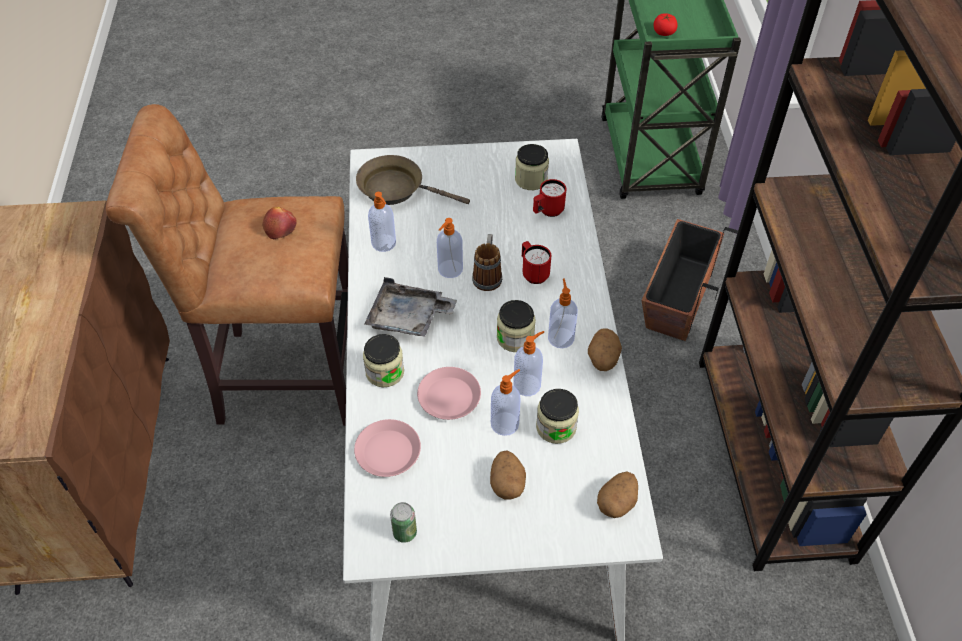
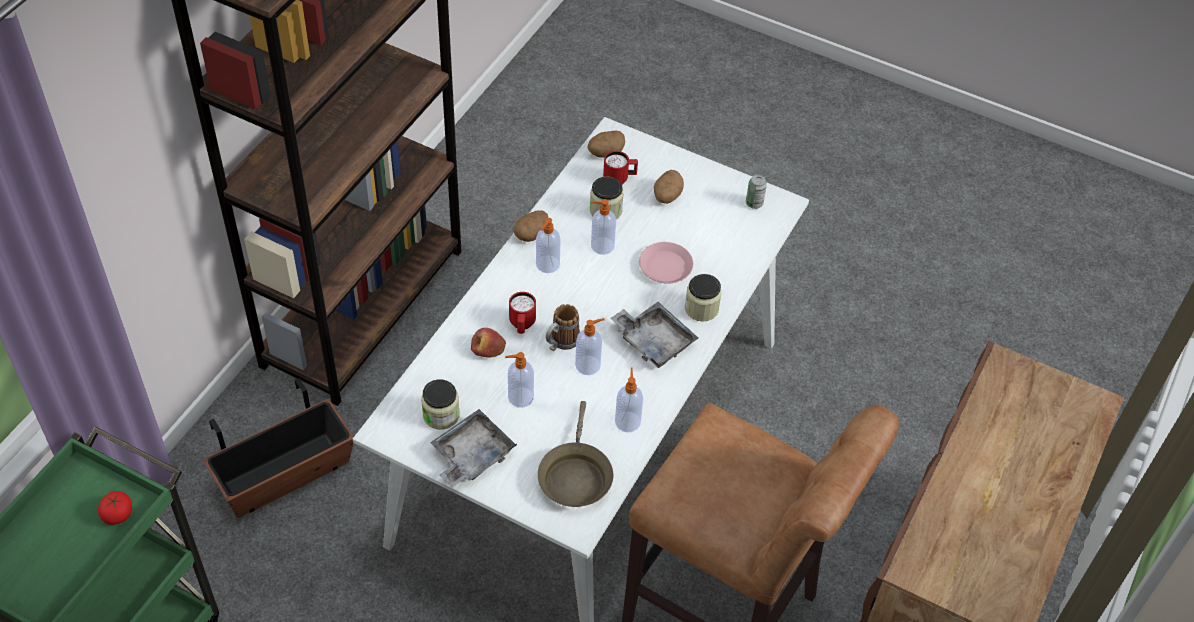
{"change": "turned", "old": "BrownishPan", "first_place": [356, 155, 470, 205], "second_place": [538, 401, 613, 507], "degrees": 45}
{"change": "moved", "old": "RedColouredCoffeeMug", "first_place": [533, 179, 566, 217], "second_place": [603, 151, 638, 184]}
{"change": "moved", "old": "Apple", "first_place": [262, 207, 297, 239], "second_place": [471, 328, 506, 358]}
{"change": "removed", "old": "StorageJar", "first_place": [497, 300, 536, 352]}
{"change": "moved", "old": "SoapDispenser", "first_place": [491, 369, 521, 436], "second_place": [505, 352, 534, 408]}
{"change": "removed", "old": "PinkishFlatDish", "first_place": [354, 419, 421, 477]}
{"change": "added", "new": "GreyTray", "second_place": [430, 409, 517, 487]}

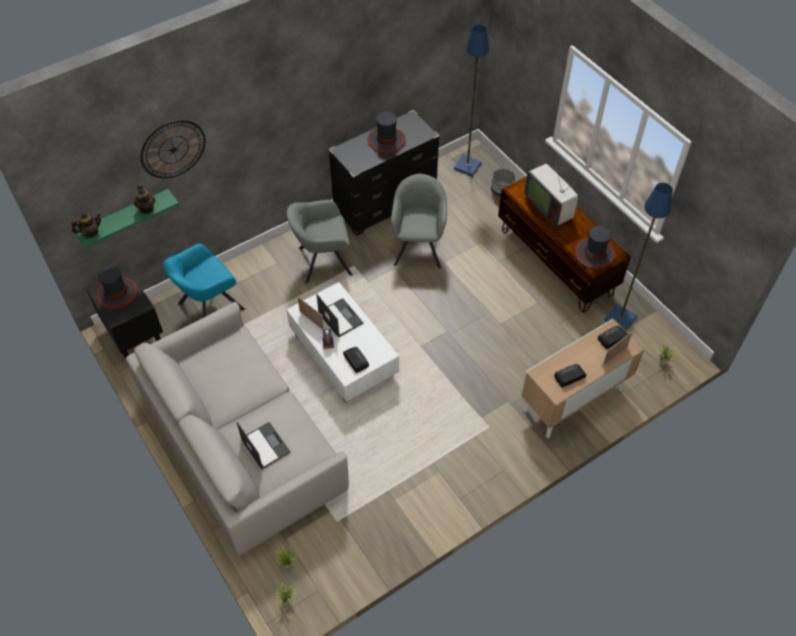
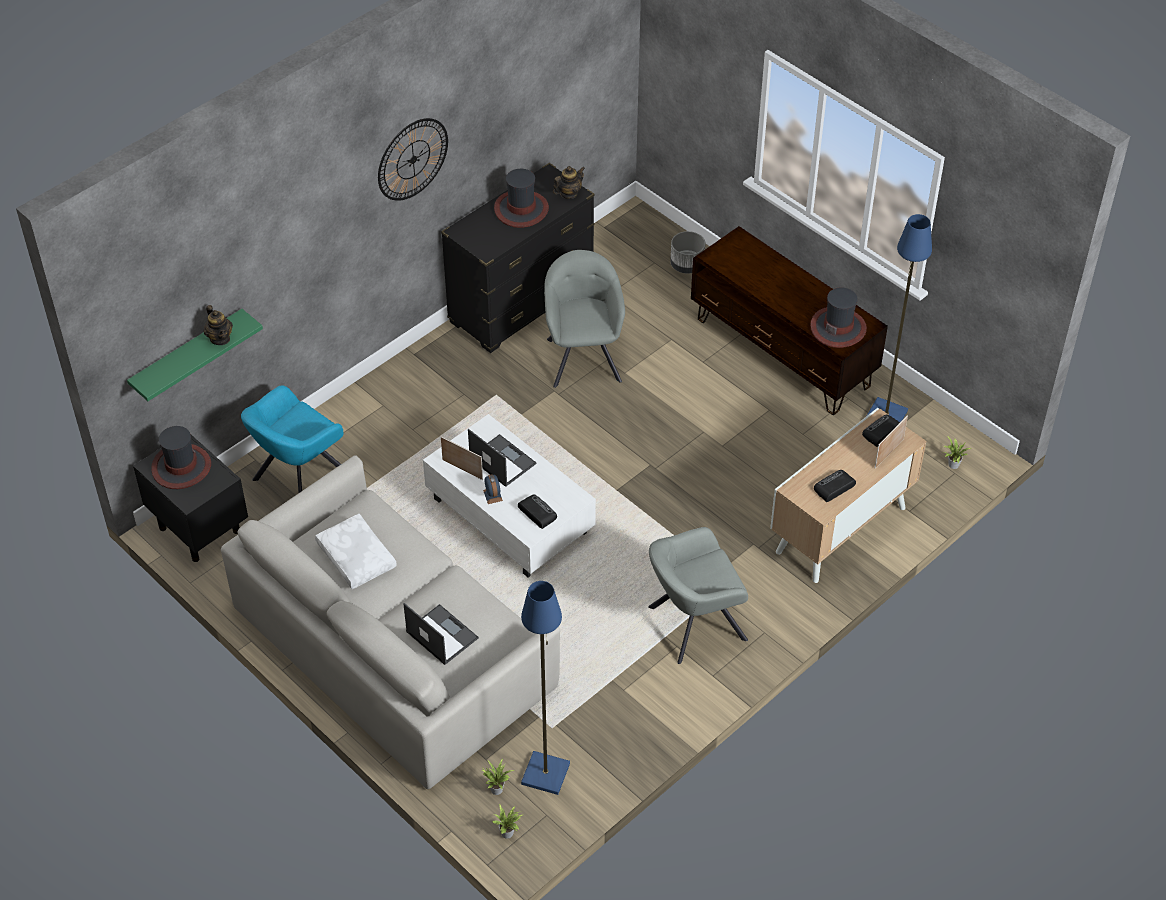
{"change": "moved", "old": "BluishStandingLamp", "first_place": [454, 24, 489, 176], "second_place": [521, 581, 570, 795]}
{"change": "moved", "old": "HangingClock", "first_place": [141, 120, 205, 178], "second_place": [378, 118, 448, 201]}
{"change": "removed", "old": "Television", "first_place": [524, 163, 578, 226]}
{"change": "moved", "old": "GreyEasyChair", "first_place": [287, 200, 353, 284], "second_place": [648, 527, 748, 664]}
{"change": "moved", "old": "Teapot", "first_place": [71, 213, 101, 238], "second_place": [553, 166, 585, 199]}
{"change": "added", "new": "WhiteCushion", "second_place": [315, 514, 397, 589]}

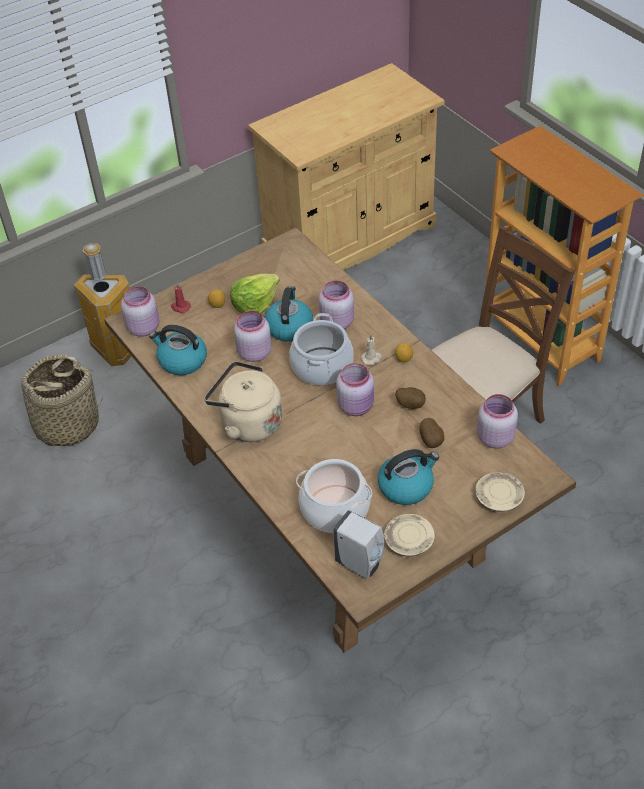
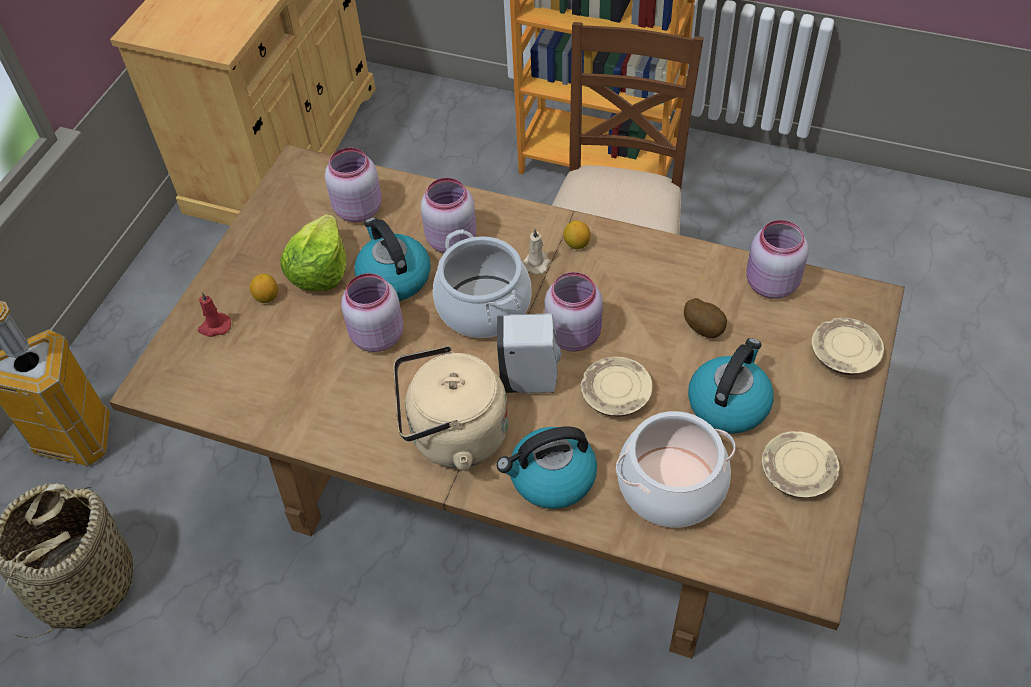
{"change": "moved", "old": "PinkishStorageJar", "first_place": [121, 286, 159, 337], "second_place": [325, 147, 382, 222]}
{"change": "moved", "old": "Kettle", "first_place": [149, 325, 207, 375], "second_place": [497, 426, 597, 509]}
{"change": "removed", "old": "Potato", "first_place": [396, 387, 426, 409]}
{"change": "moved", "old": "WhiteSoapDispenser", "first_place": [333, 510, 384, 579], "second_place": [497, 313, 562, 393]}
{"change": "added", "new": "SandColouredFlatDish", "second_place": [581, 357, 653, 417]}

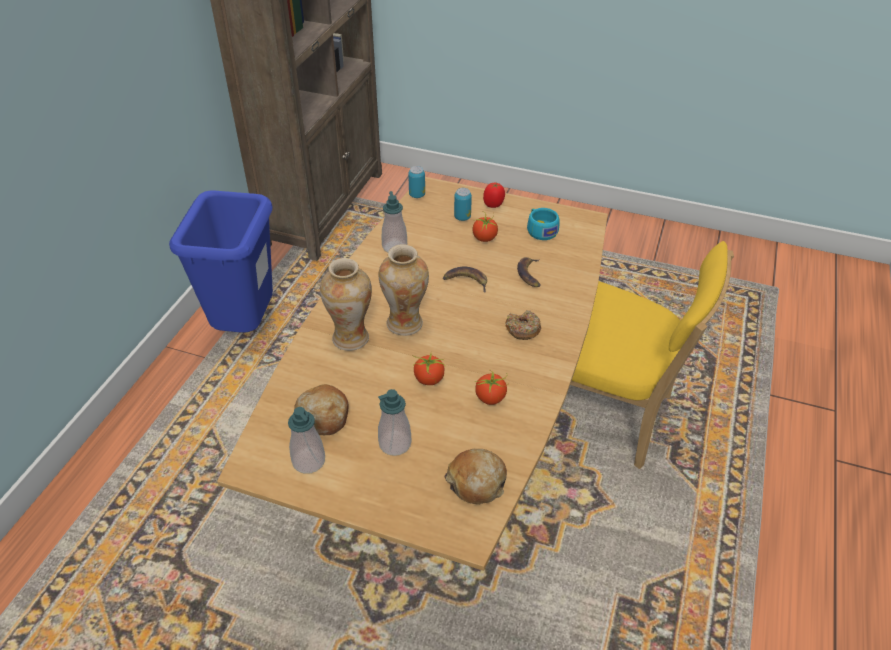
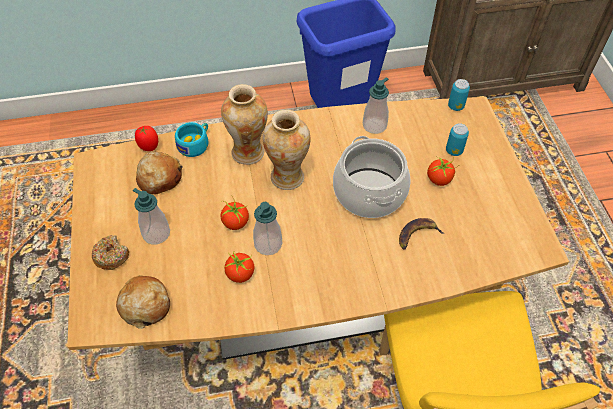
{"change": "moved", "old": "FreshTomato", "first_place": [483, 183, 505, 208], "second_place": [135, 126, 158, 151]}
{"change": "moved", "old": "BlueGreenSmallCup", "first_place": [527, 208, 559, 240], "second_place": [175, 122, 209, 157]}
{"change": "replaced", "old": "WholeBanana", "new": "Saucepot", "first_place": [443, 267, 487, 293], "second_place": [333, 136, 410, 218]}
{"change": "moved", "old": "Donut", "first_place": [505, 310, 541, 340], "second_place": [92, 235, 129, 270]}
{"change": "moved", "old": "SoapDispenser", "first_place": [288, 407, 325, 474], "second_place": [253, 202, 282, 255]}

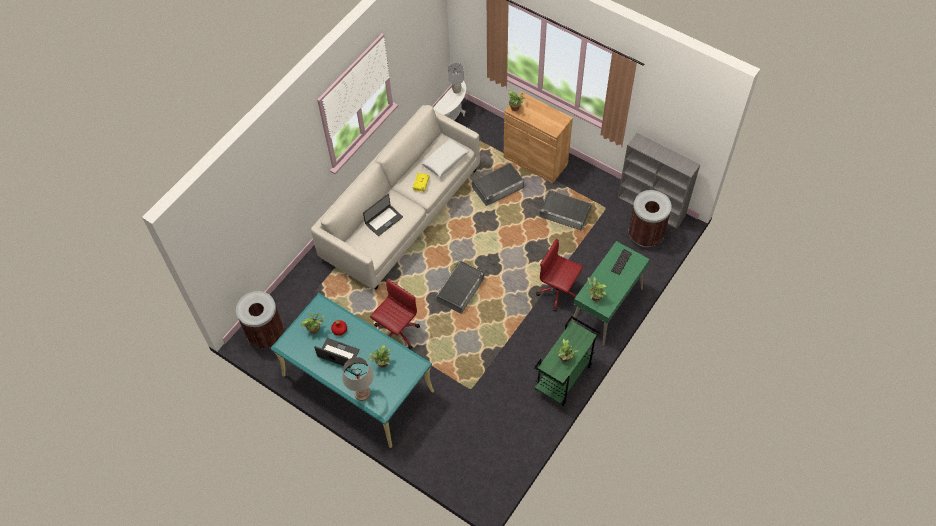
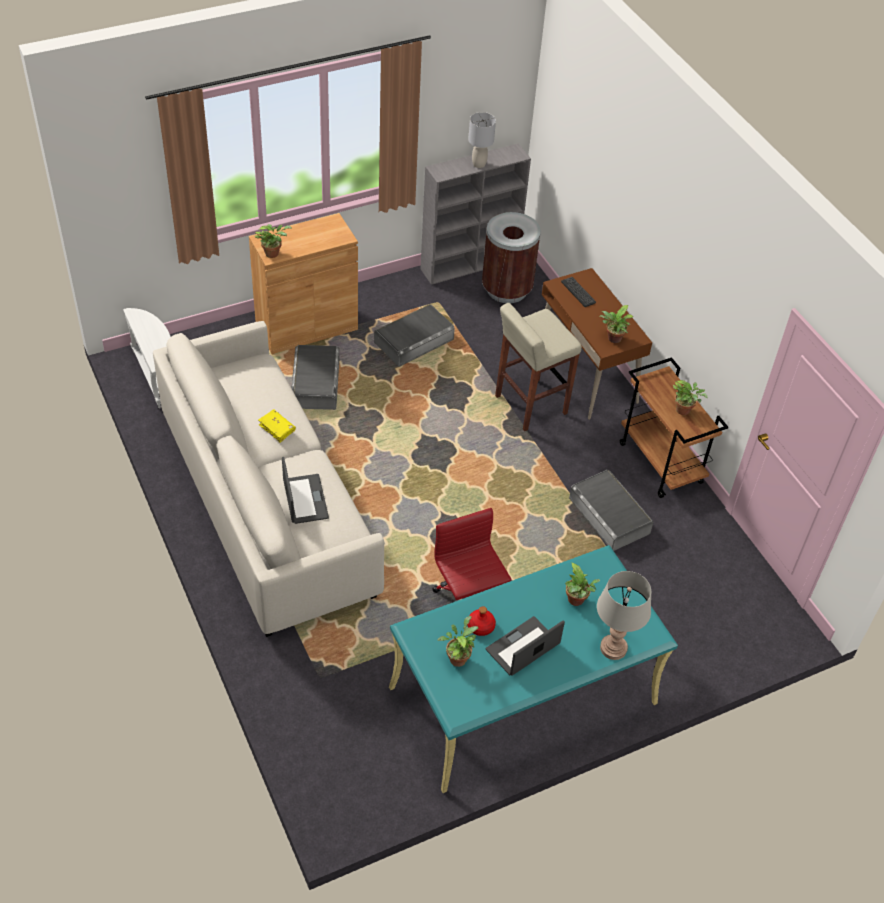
{"change": "moved", "old": "GreyLampForATable", "first_place": [448, 62, 464, 94], "second_place": [468, 112, 496, 168]}
{"change": "removed", "old": "WhiteCushion", "first_place": [421, 139, 469, 177]}
{"change": "replaced", "old": "RedColouredOfficeChair", "new": "SandColouredStoolSeat", "first_place": [536, 238, 583, 312], "second_place": [495, 303, 582, 431]}
{"change": "recoloured", "old": "GreenColouredDeskTable", "new": "BrownishDeskTable", "first_place": [572, 241, 650, 346], "second_place": [542, 268, 652, 420]}
{"change": "moved", "old": "GreyStorageContainer", "first_place": [436, 261, 484, 313], "second_place": [569, 470, 653, 551]}
{"change": "removed", "old": "BrownishWasteBin", "first_place": [236, 291, 284, 348]}
{"change": "recoloured", "old": "GreenColouredTrolley", "new": "BrownishTrolley", "first_place": [534, 316, 600, 406], "second_place": [620, 357, 728, 498]}

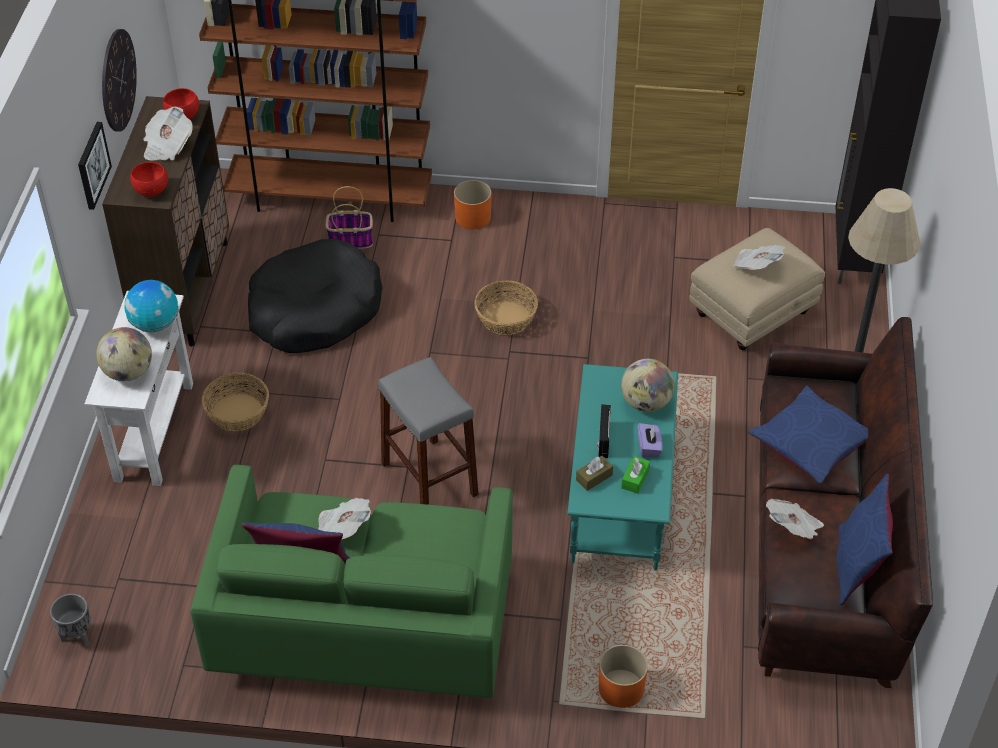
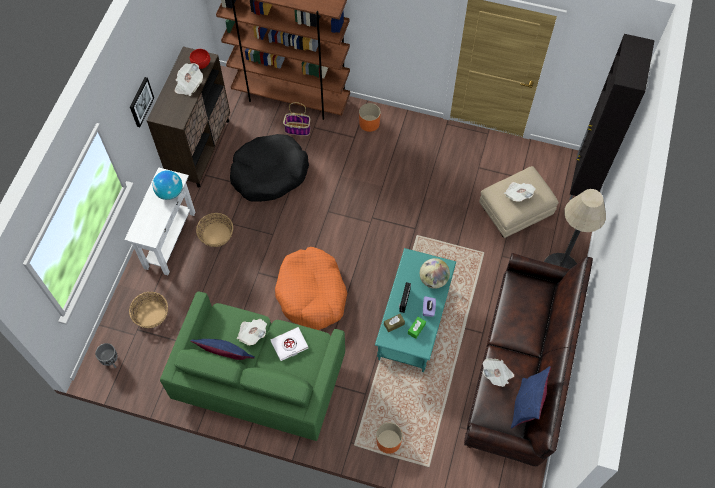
{"change": "removed", "old": "HangingClock", "first_place": [102, 29, 137, 132]}
{"change": "removed", "old": "RedColouredServingBowl", "first_place": [130, 162, 168, 197]}
{"change": "moved", "old": "HouseholdBasket", "first_place": [474, 280, 538, 335], "second_place": [129, 292, 168, 328]}
{"change": "removed", "old": "Globe", "first_place": [96, 327, 152, 381]}
{"change": "replaced", "old": "GreyStoolSeat", "new": "OrangeyPetBed", "first_place": [378, 357, 479, 505], "second_place": [275, 247, 347, 330]}
{"change": "removed", "old": "BluishCushion", "first_place": [748, 385, 868, 484]}
{"change": "added", "new": "WhiteVolume", "second_place": [271, 327, 308, 361]}

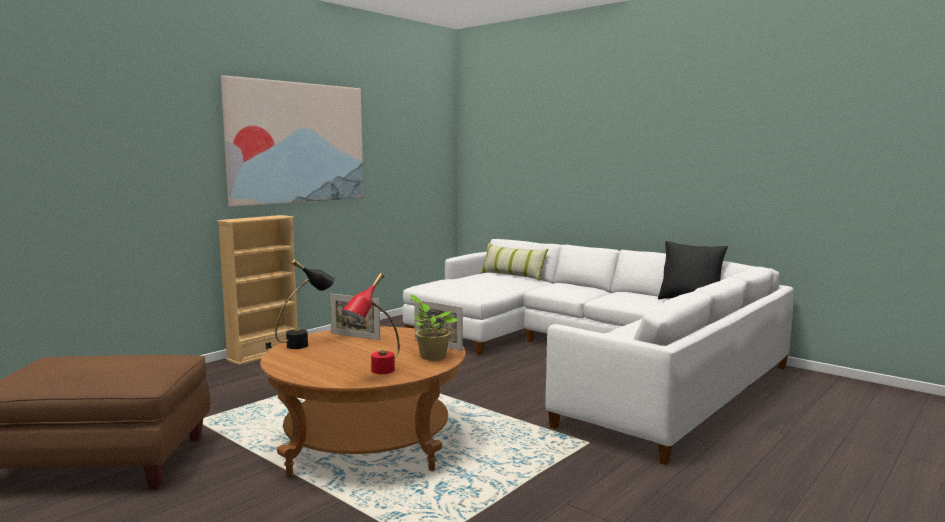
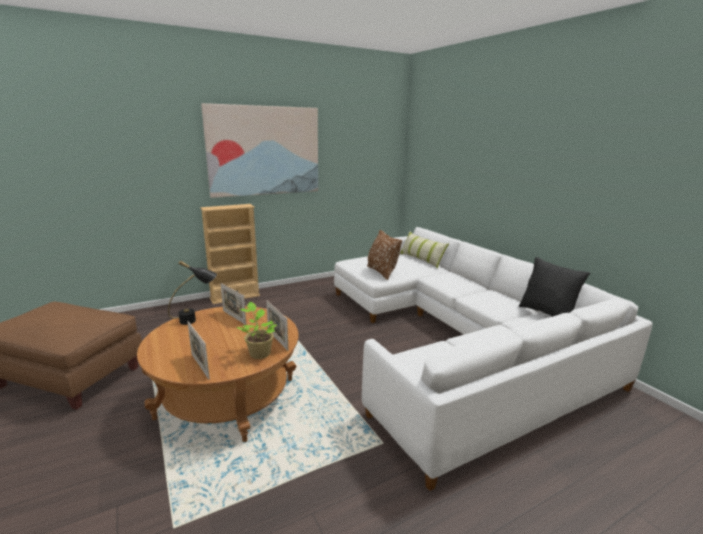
{"change": "replaced", "old": "RedColouredLampForATable", "new": "StandingFrame", "first_place": [342, 273, 400, 374], "second_place": [188, 321, 210, 379]}
{"change": "added", "new": "BrownishCushion", "second_place": [367, 230, 402, 280]}

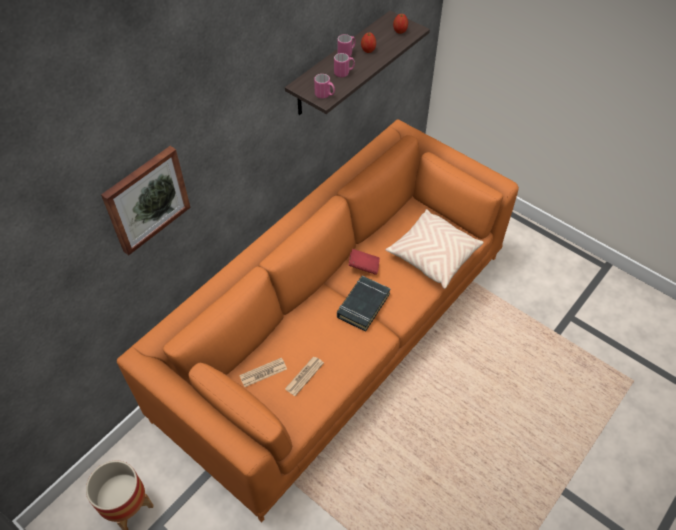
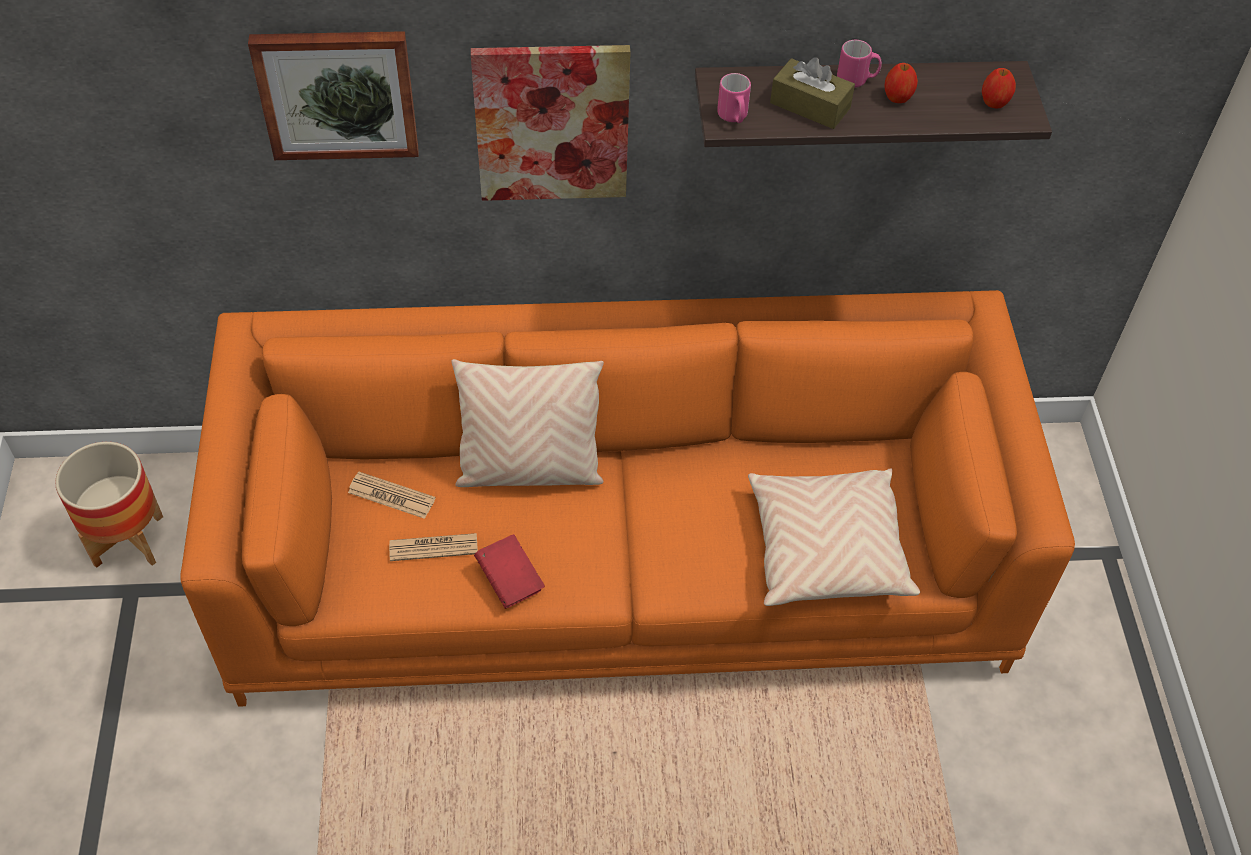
{"change": "replaced", "old": "PinkishCoffeeMug", "new": "BrownishTissueHolder", "first_place": [334, 53, 355, 77], "second_place": [770, 57, 855, 129]}
{"change": "moved", "old": "RedColouredVolume", "first_place": [349, 249, 380, 275], "second_place": [474, 534, 545, 609]}
{"change": "removed", "old": "BlackVolume", "first_place": [337, 276, 391, 332]}
{"change": "added", "new": "WallArt", "second_place": [471, 45, 630, 201]}
{"change": "added", "new": "SandColouredCushion", "second_place": [451, 359, 604, 487]}

